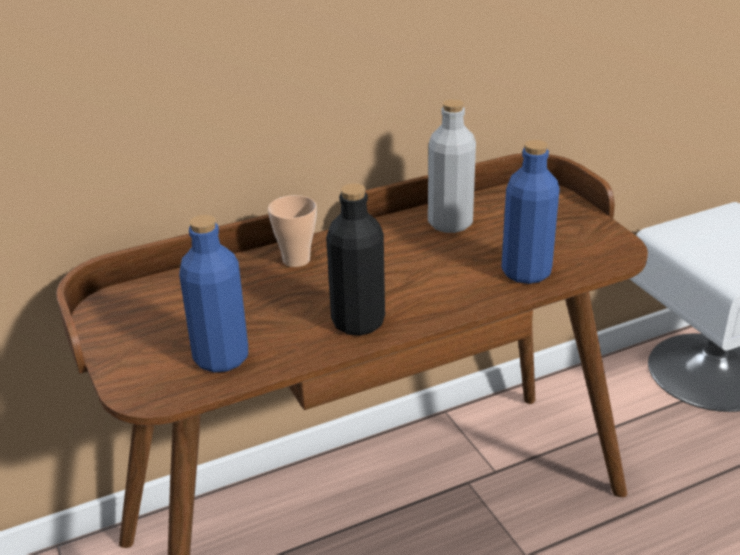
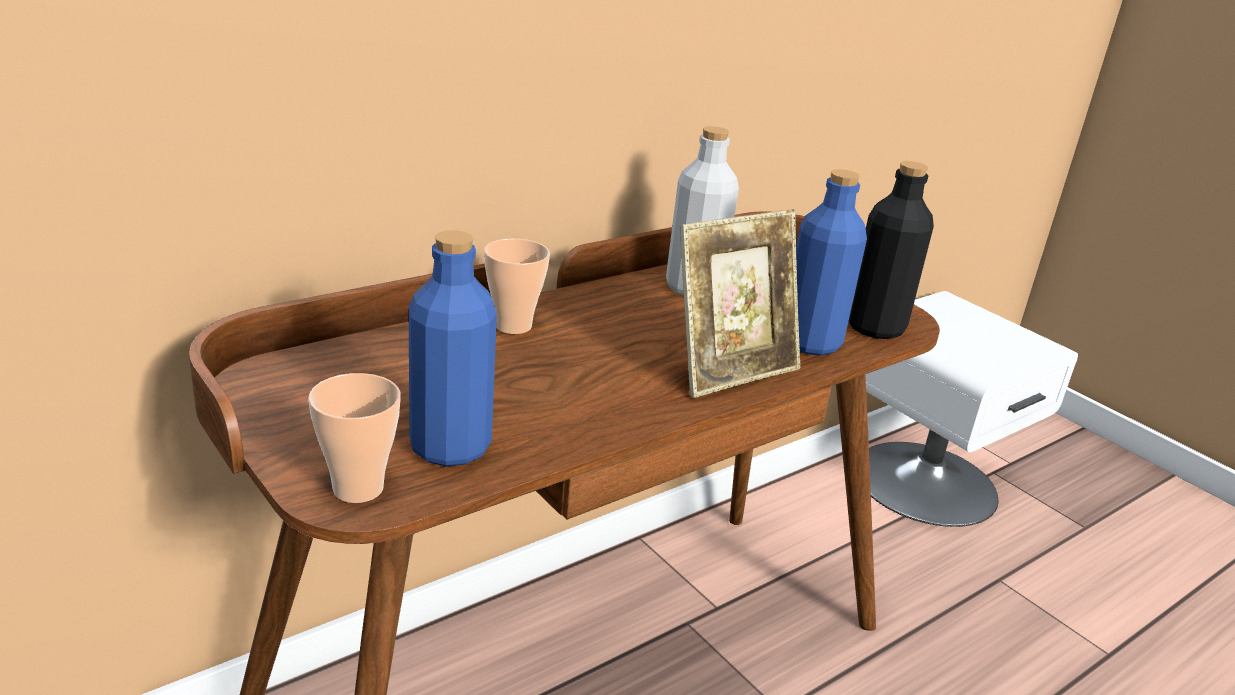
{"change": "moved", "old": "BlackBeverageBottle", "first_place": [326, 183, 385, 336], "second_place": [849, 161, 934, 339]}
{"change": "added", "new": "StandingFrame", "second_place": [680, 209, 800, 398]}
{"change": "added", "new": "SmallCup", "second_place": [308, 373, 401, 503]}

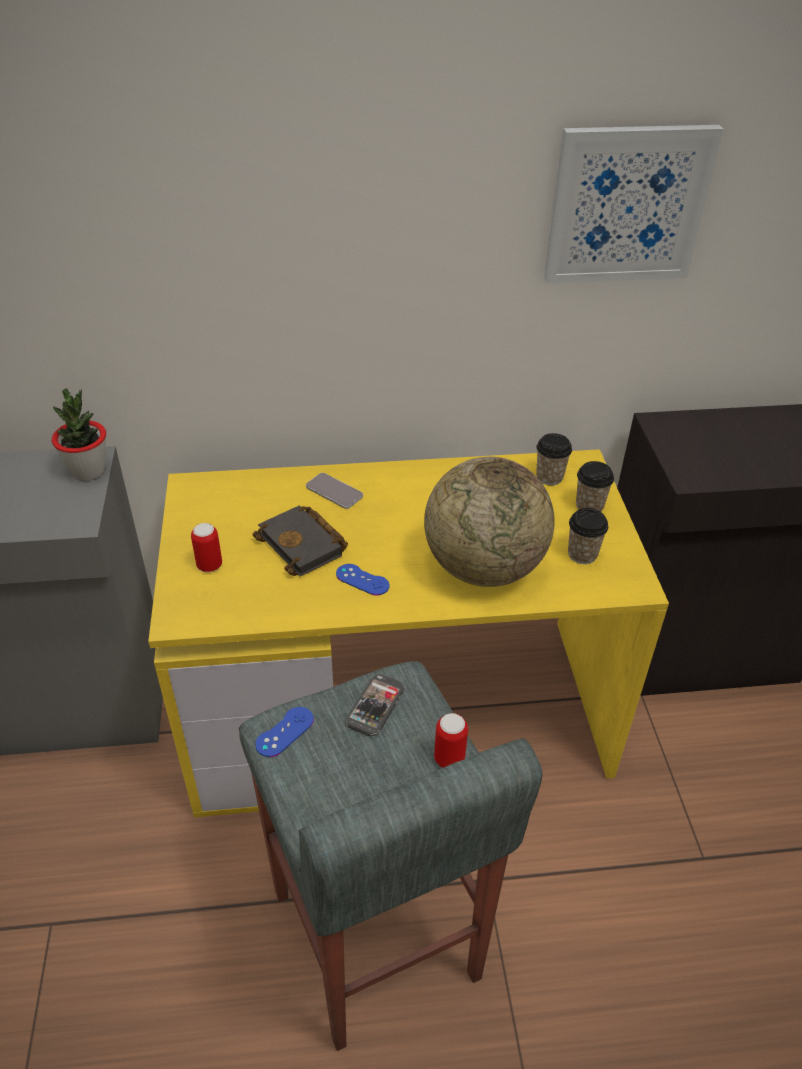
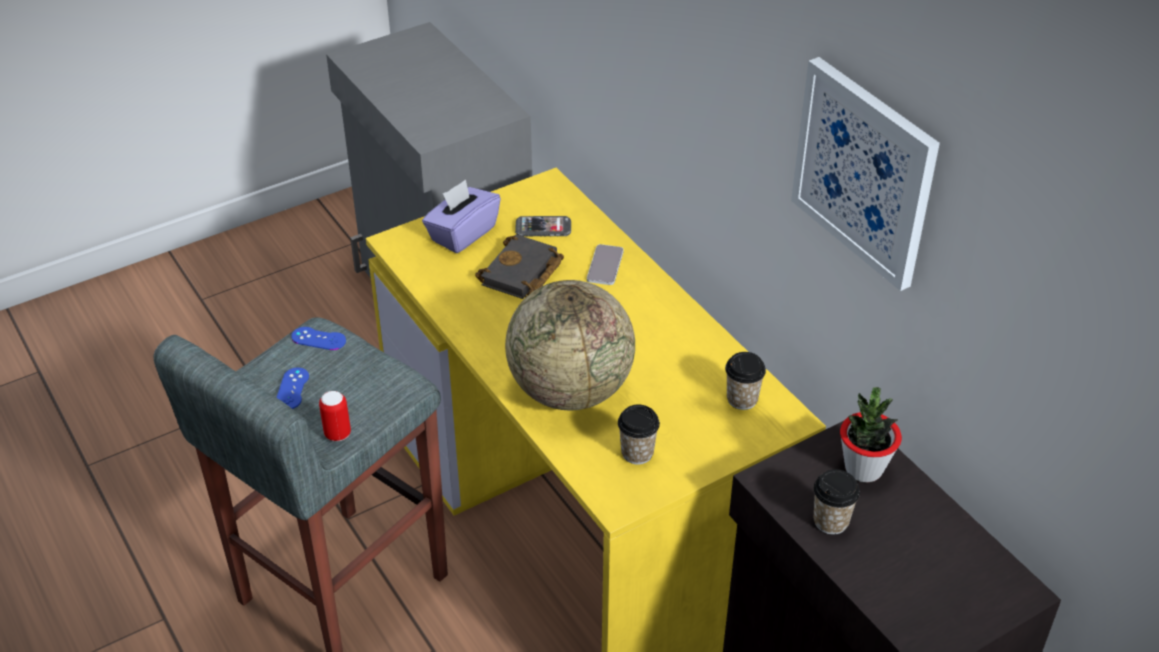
{"change": "moved", "old": "PottedPlant", "first_place": [52, 388, 106, 481], "second_place": [840, 387, 902, 483]}
{"change": "moved", "old": "SmallCup", "first_place": [576, 461, 614, 512], "second_place": [813, 469, 860, 535]}
{"change": "replaced", "old": "MetalCan", "new": "PurpleTissueHolder", "first_place": [191, 523, 222, 572], "second_place": [422, 179, 501, 253]}
{"change": "moved", "old": "BluishGameController", "first_place": [336, 564, 390, 595], "second_place": [276, 367, 309, 409]}
{"change": "moved", "old": "Handset", "first_place": [345, 674, 405, 736], "second_place": [515, 216, 571, 237]}

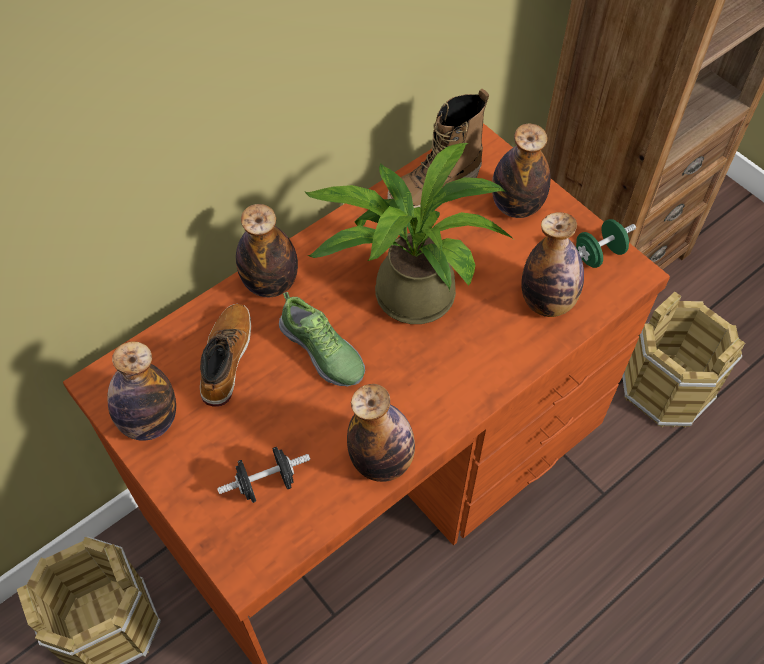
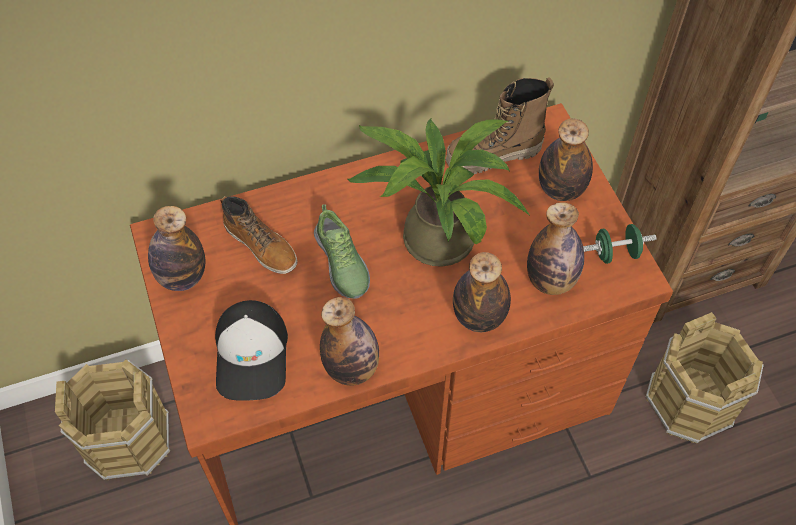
{"change": "moved", "old": "BeverageBottle", "first_place": [236, 204, 298, 297], "second_place": [453, 252, 511, 332]}
{"change": "turned", "old": "Boot", "first_place": [200, 304, 251, 406], "second_place": [220, 196, 298, 274], "degrees": 105}
{"change": "replaced", "old": "BlackFreeWeight", "new": "BaseballCap", "first_place": [217, 447, 310, 503], "second_place": [215, 300, 288, 401]}

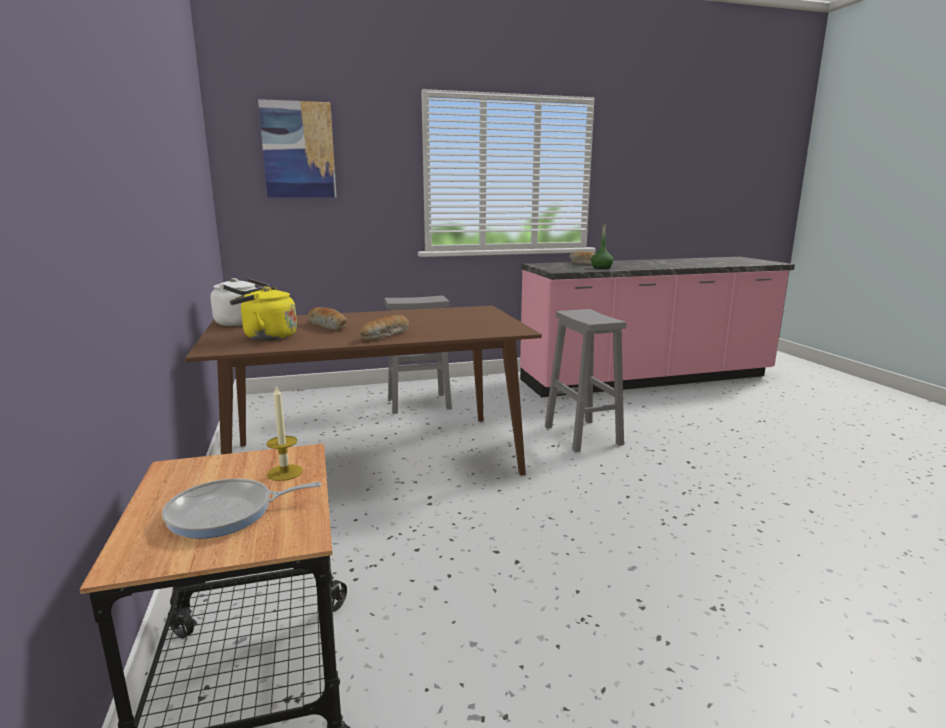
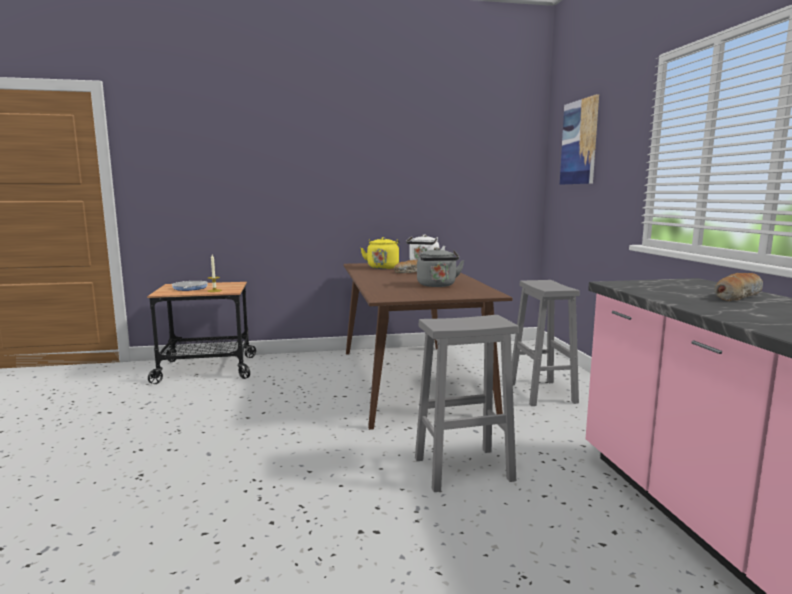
{"change": "removed", "old": "GreenColouredBeverageBottle", "first_place": [591, 224, 614, 269]}
{"change": "removed", "old": "Bread", "first_place": [360, 315, 409, 340]}
{"change": "added", "new": "GreyKettle", "second_place": [417, 247, 465, 287]}

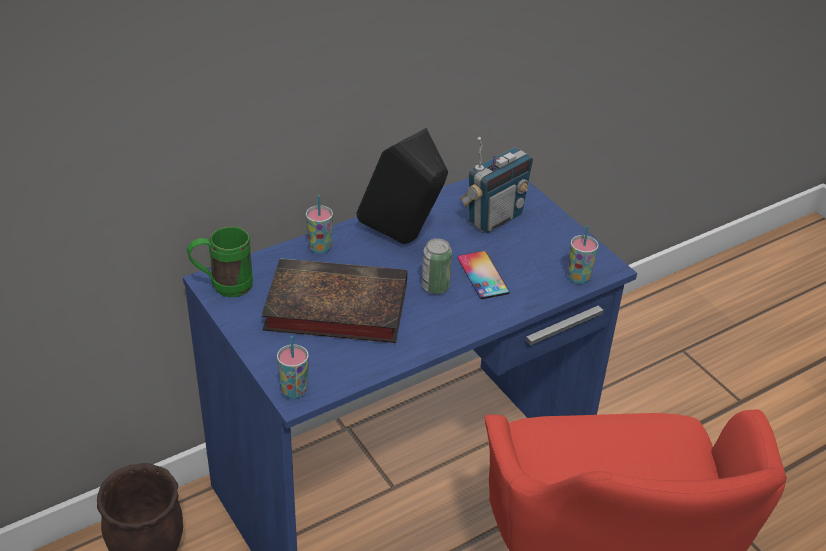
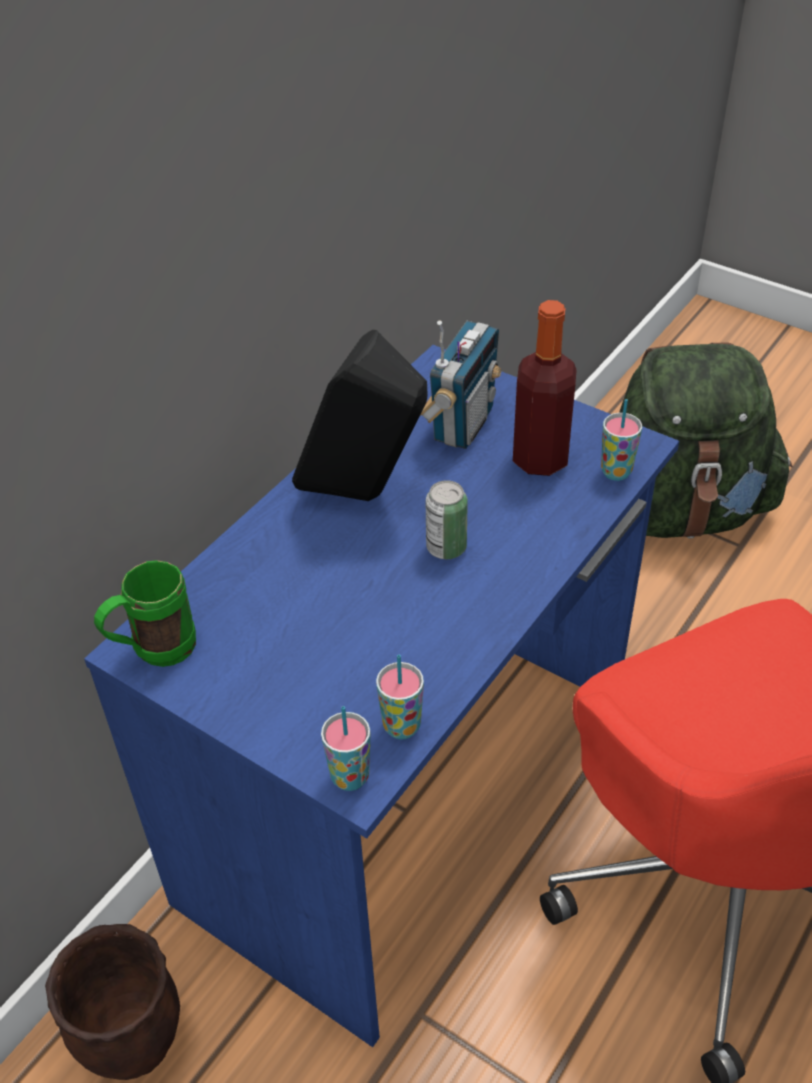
{"change": "moved", "old": "SmallCup", "first_place": [306, 195, 333, 254], "second_place": [376, 655, 424, 740]}
{"change": "removed", "old": "Handset", "first_place": [458, 251, 510, 299]}
{"change": "removed", "old": "Volume", "first_place": [261, 258, 407, 343]}
{"change": "added", "new": "BeverageBottle", "second_place": [513, 300, 576, 476]}
{"change": "added", "new": "GreenColouredBackpack", "second_place": [619, 343, 793, 539]}

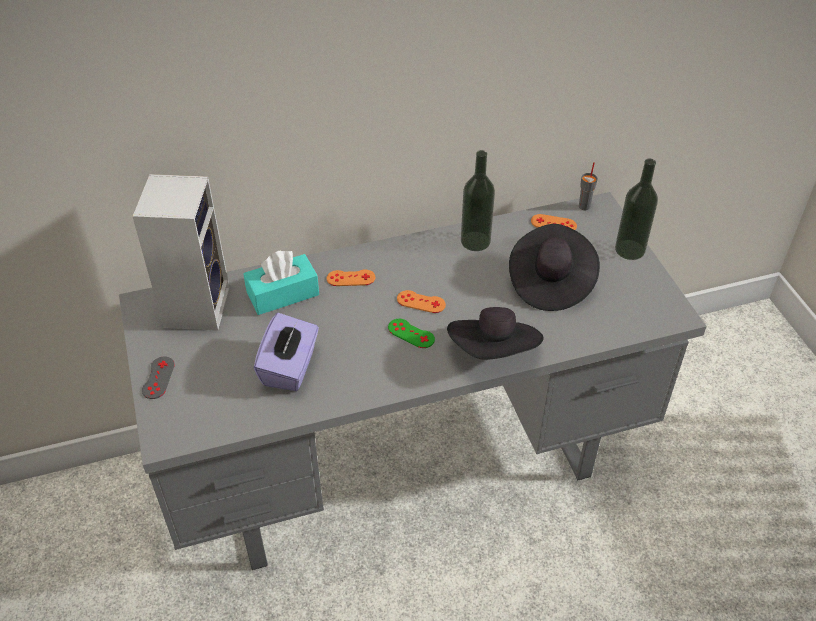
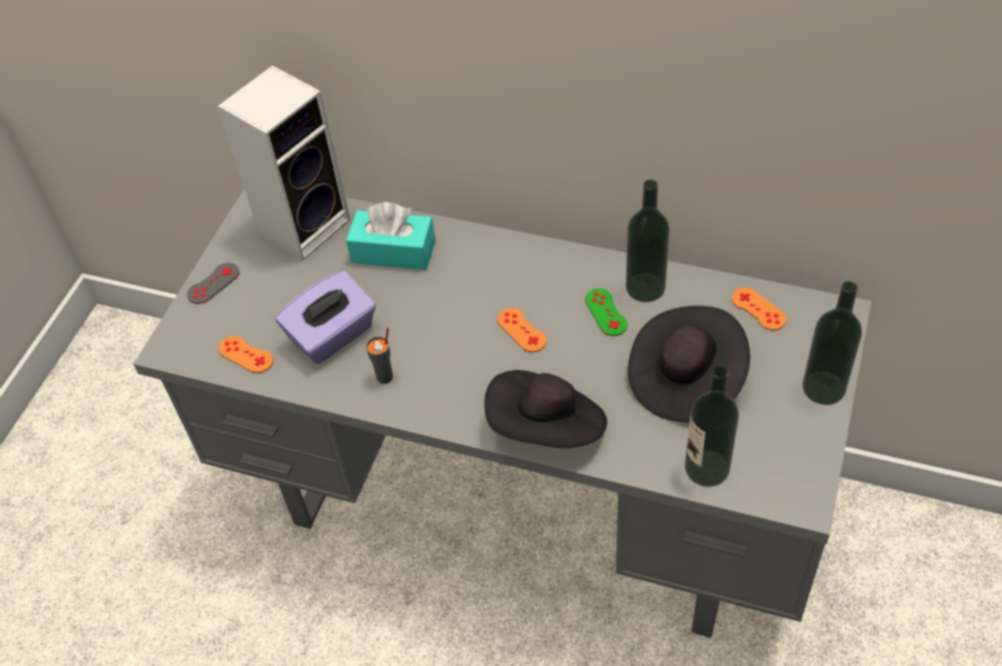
{"change": "moved", "old": "GreySmallCup", "first_place": [579, 162, 598, 210], "second_place": [366, 328, 393, 384]}
{"change": "moved", "old": "OrangeyGameController", "first_place": [327, 269, 375, 286], "second_place": [219, 336, 273, 373]}
{"change": "moved", "old": "GreenColouredGameController", "first_place": [388, 319, 435, 348], "second_place": [585, 288, 627, 336]}
{"change": "added", "new": "BeverageBottle", "second_place": [685, 365, 739, 487]}

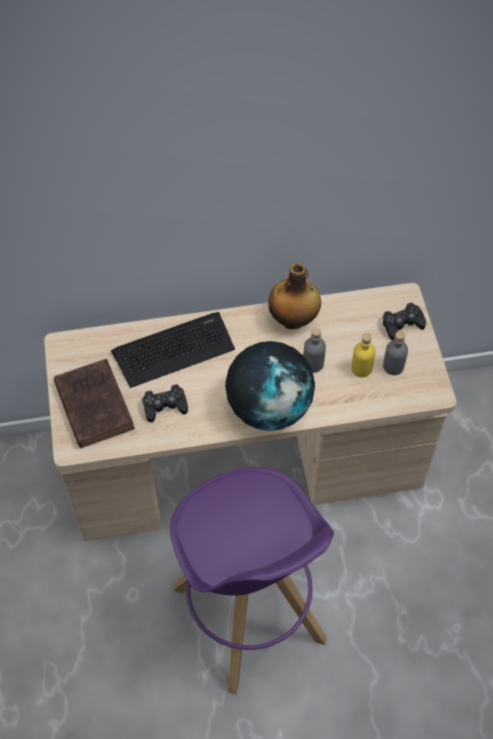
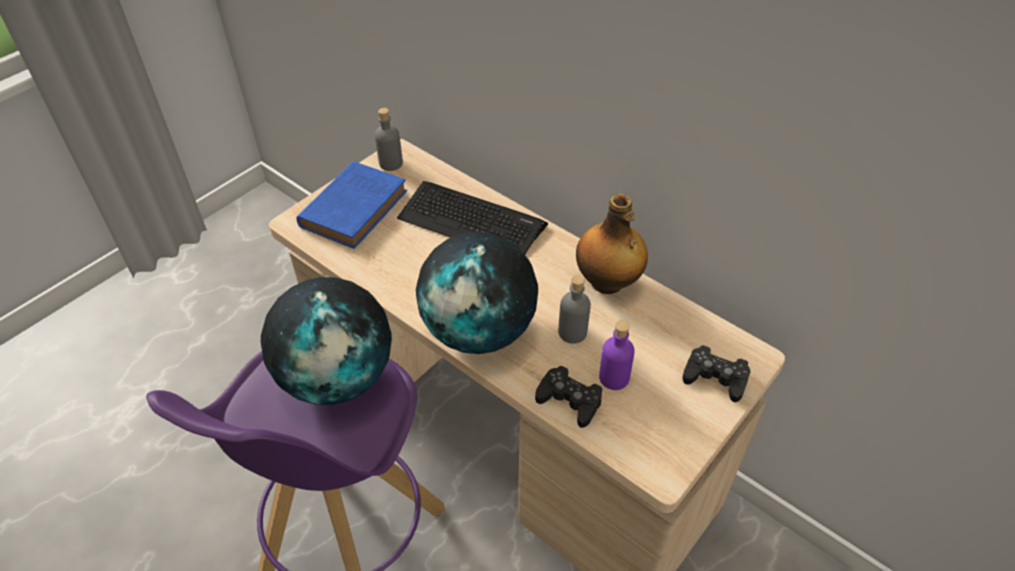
{"change": "moved", "old": "GreyBeverageBottle", "first_place": [383, 331, 408, 375], "second_place": [375, 108, 403, 171]}
{"change": "recoloured", "old": "YellowishBeverageBottle", "new": "PurpleBeverageBottle", "first_place": [351, 333, 375, 377], "second_place": [599, 321, 635, 390]}
{"change": "recoloured", "old": "BrownishVolume", "new": "BluishVolume", "first_place": [54, 359, 135, 448], "second_place": [296, 161, 407, 249]}
{"change": "moved", "old": "BlackGameController", "first_place": [142, 384, 188, 423], "second_place": [535, 366, 602, 428]}
{"change": "added", "new": "Globe", "second_place": [261, 277, 392, 405]}

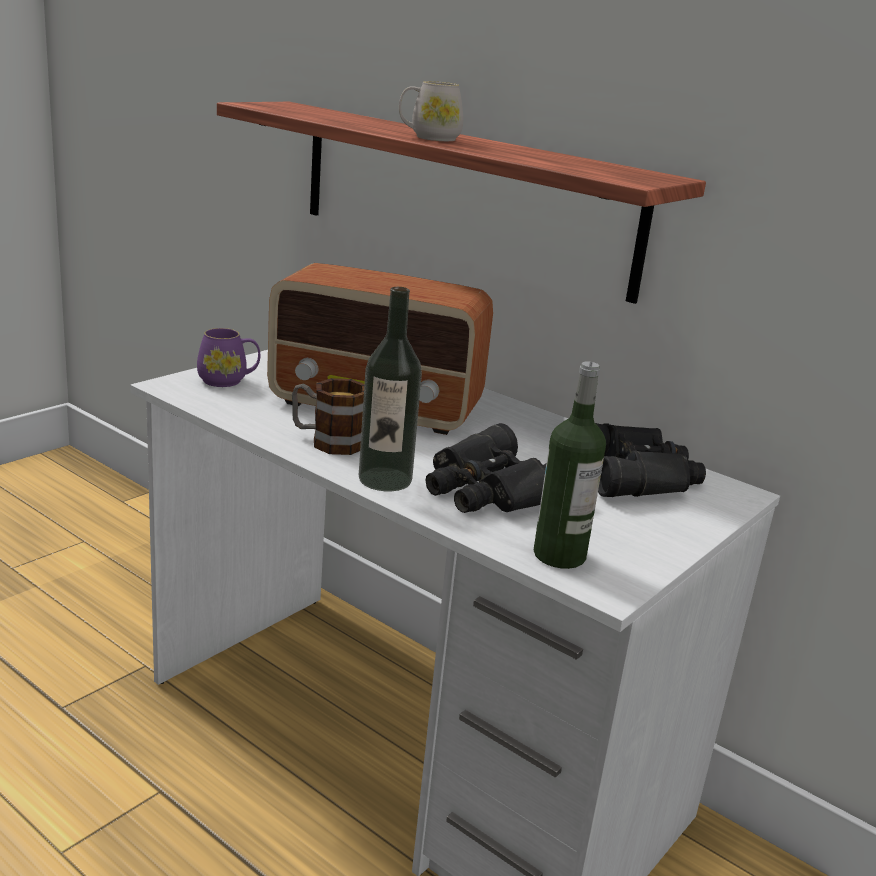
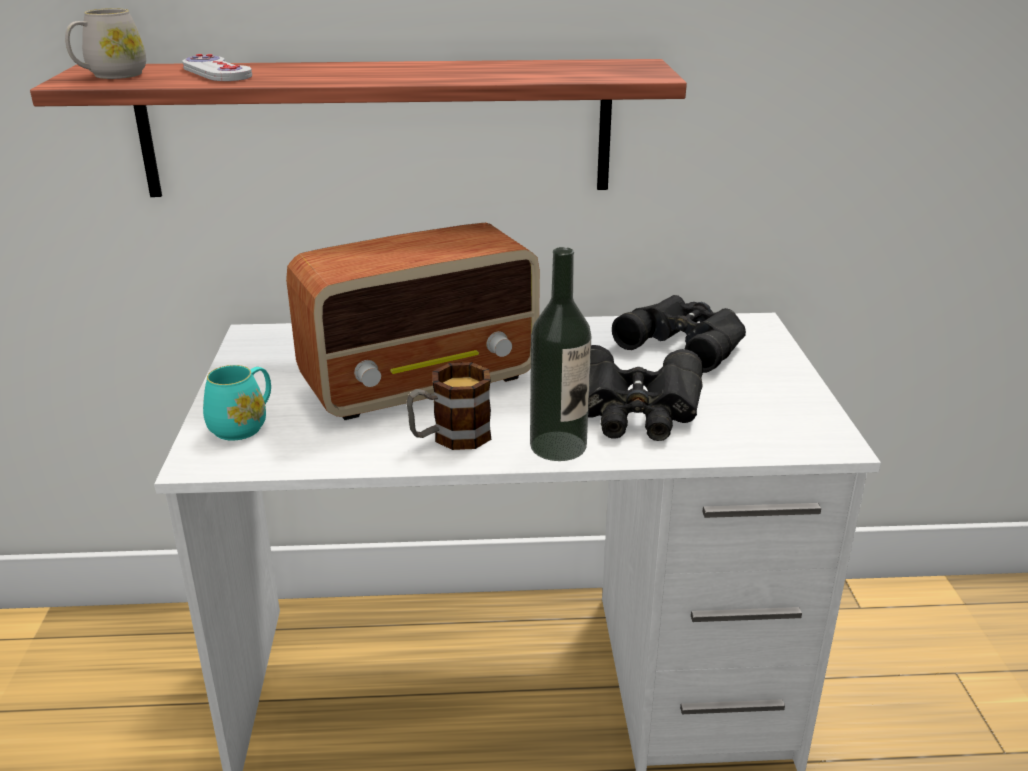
{"change": "moved", "old": "WhiteCoffeeMug", "first_place": [399, 81, 463, 141], "second_place": [65, 8, 146, 79]}
{"change": "recoloured", "old": "PurpleCoffeeMug", "new": "BlueGreenCoffeeMug", "first_place": [197, 328, 260, 387], "second_place": [203, 365, 271, 441]}
{"change": "removed", "old": "BeverageBottle", "first_place": [534, 361, 606, 569]}
{"change": "added", "new": "WhiteGameController", "second_place": [182, 54, 252, 81]}

